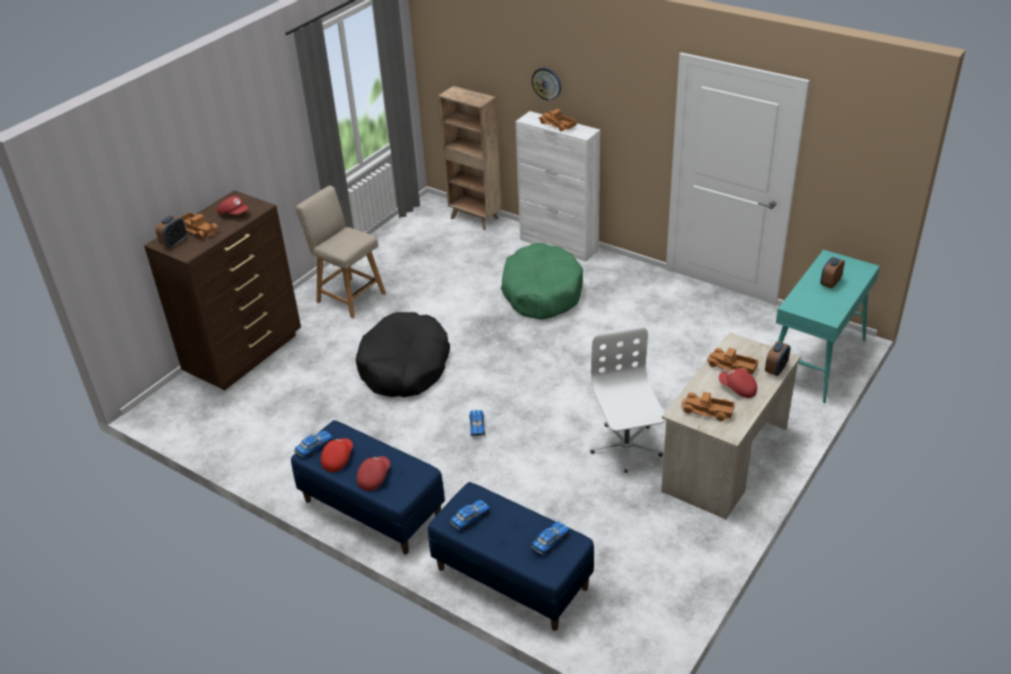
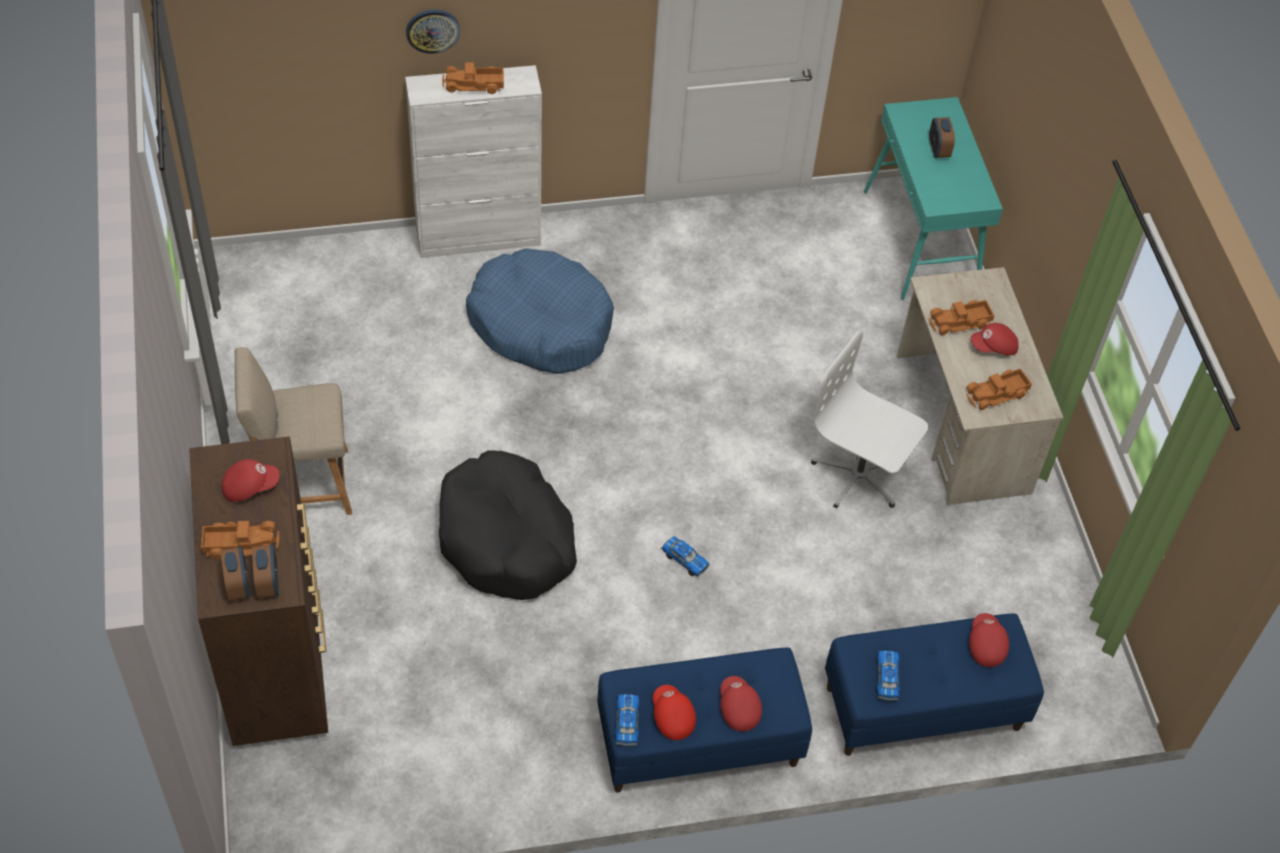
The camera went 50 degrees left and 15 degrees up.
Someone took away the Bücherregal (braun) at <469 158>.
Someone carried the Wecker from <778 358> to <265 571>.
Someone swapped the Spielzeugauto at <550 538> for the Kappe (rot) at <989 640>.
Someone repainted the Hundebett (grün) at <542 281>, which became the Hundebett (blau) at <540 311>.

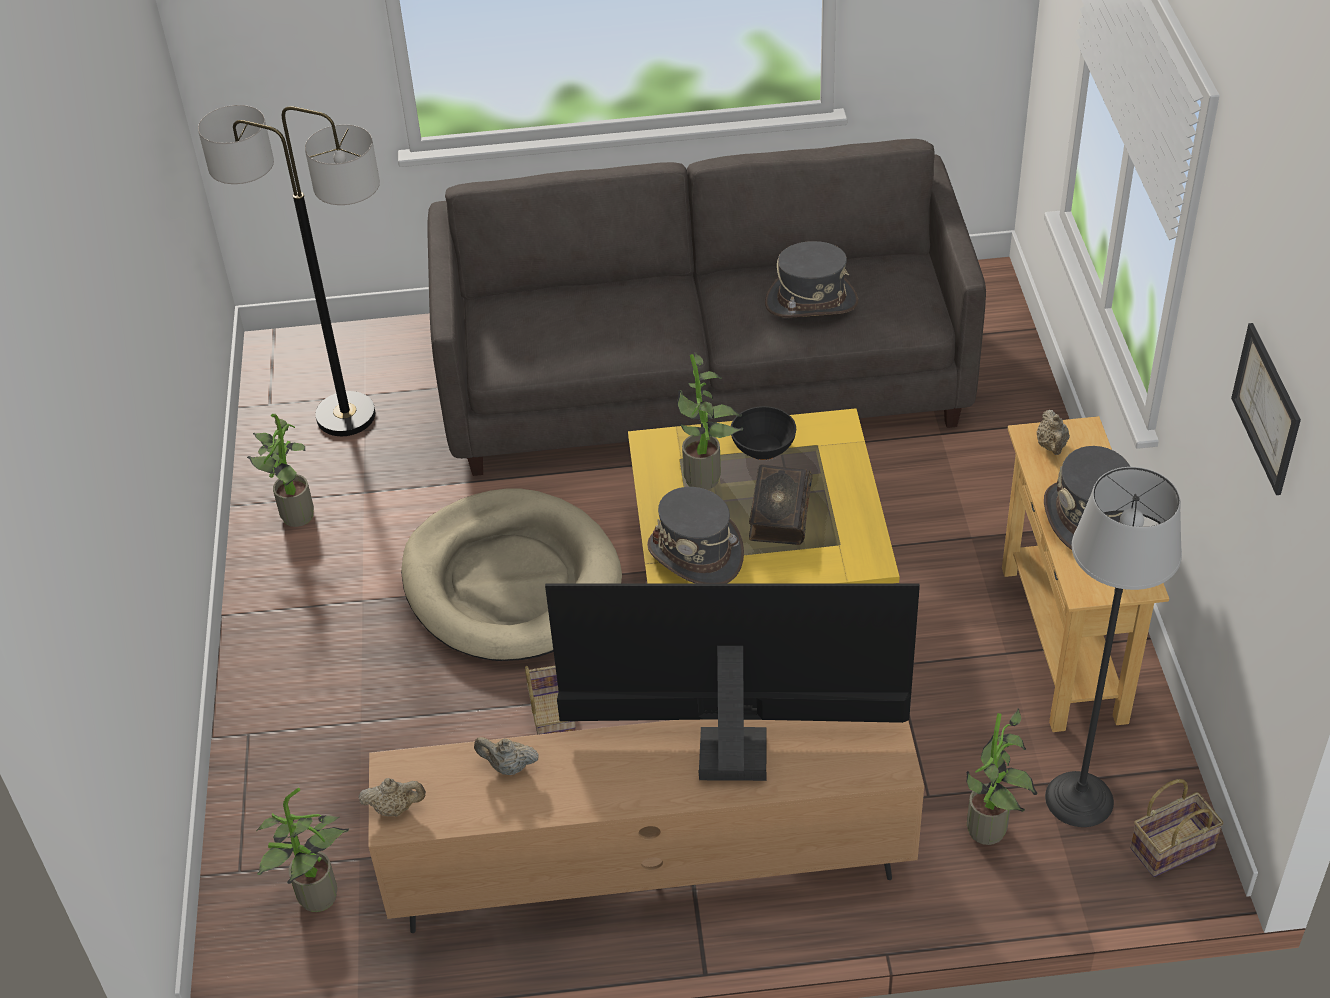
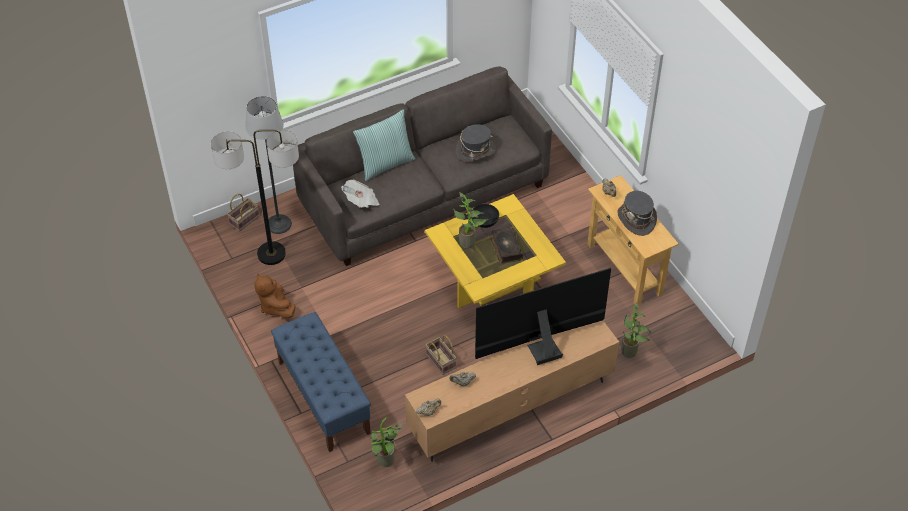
The camera went 25 degrees left and 5 degrees up.
Someone took away the Hundebett (beige) at <511 574>.
Someone took away the Hut (grau) at <695 535>.
Someone took away the Bild at <1266 409>.
Someone put down the Bank (blau) at <321 382>.
Someone put down the Zeitung at <360 194>.
Someone put down the Kissen at <384 145>.
Someone carried the Stehlampe from <1113 647> to <268 165>.
Someone carried the Korb from <1176 828> to <243 213>.
Someone swapped the Topfpflanze at <280 470> for the Plüschtier (braun) at <274 295>.

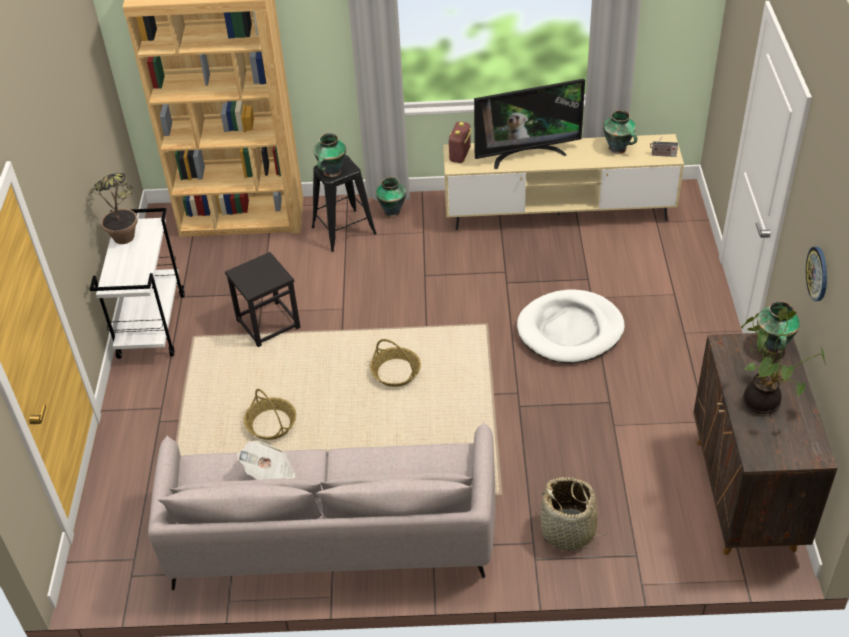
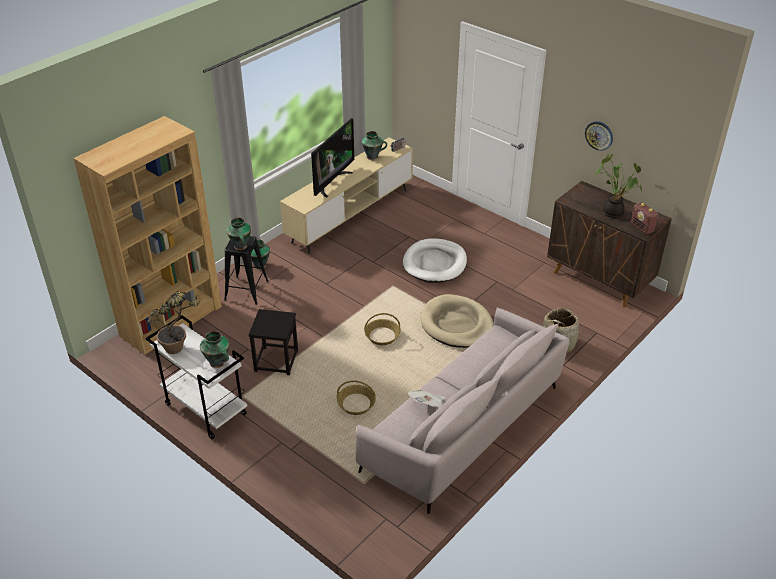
The camera went 50 degrees left and 5 degrees down.
Someone put down the Hundebett (beige) at <457 321>.
Someone carried the Radio from <460 142> to <644 218>.
Someone carried the Vase from <778 327> to <214 349>.

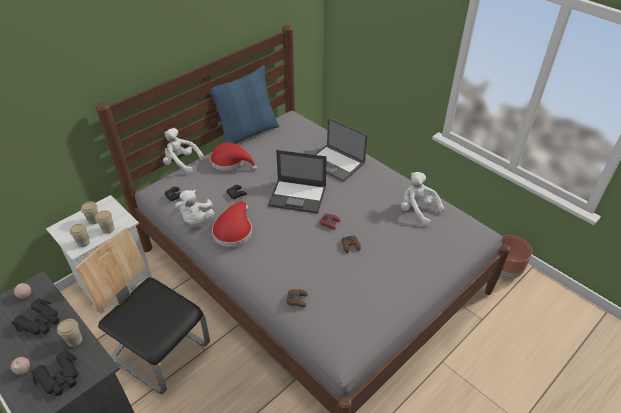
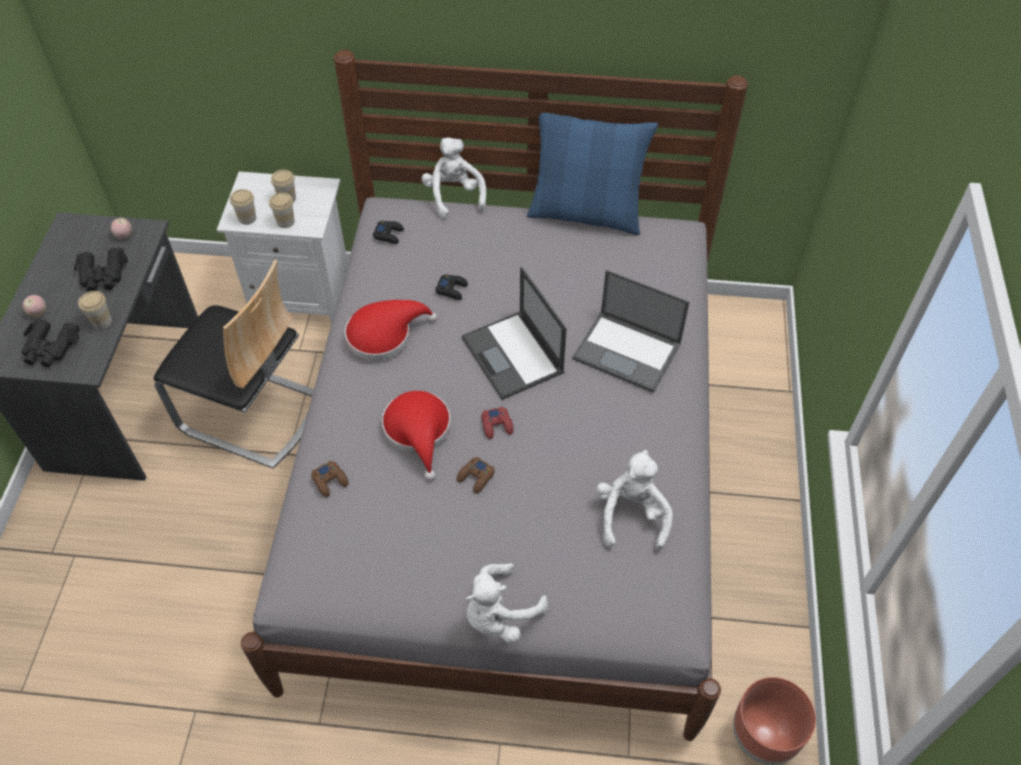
The camera went 50 degrees right and 10 degrees up.
Someone carried the Plüschtier (weiß) from <194 207> to <507 603>.
Someone carried the Hut (rot) from <233 157> to <416 436>.
Someone rotated the Stuhl at <142 310> by 120 degrees clockwise.
Someone rotated the Laptop at <340 150> by 60 degrees counterclockwise.

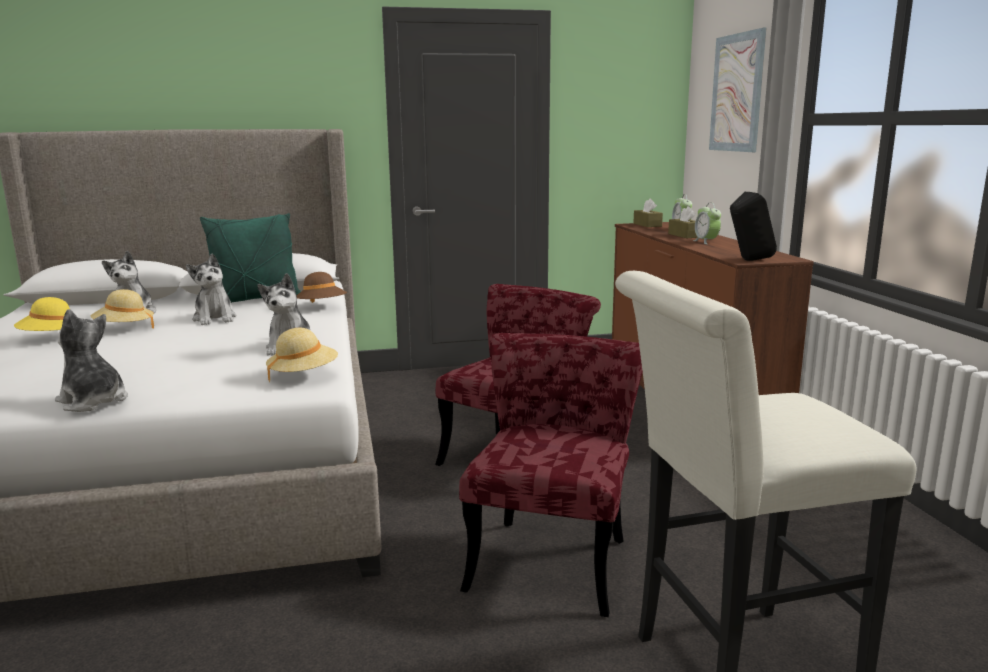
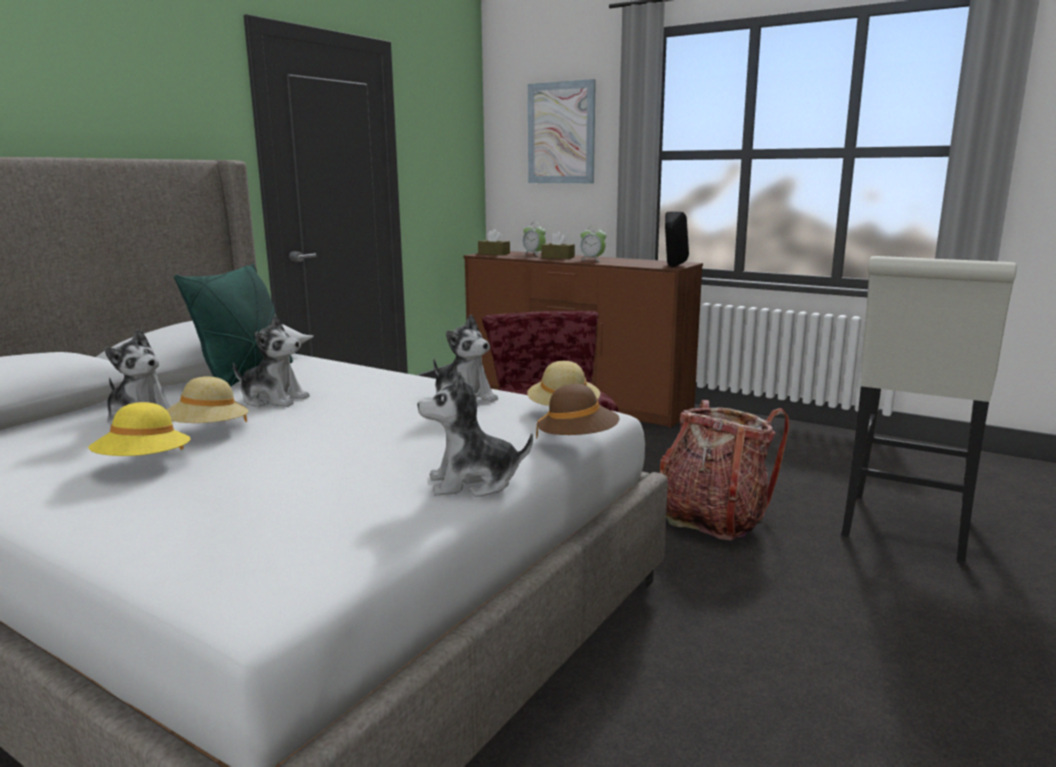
The camera went 45 degrees left and 0 degrees up.
Someone carried the Hut (braun) from <322 287> to <578 411>.
Someone swapped the Stuhl (rot) at <550 475> for the Rucksack at <724 470>.

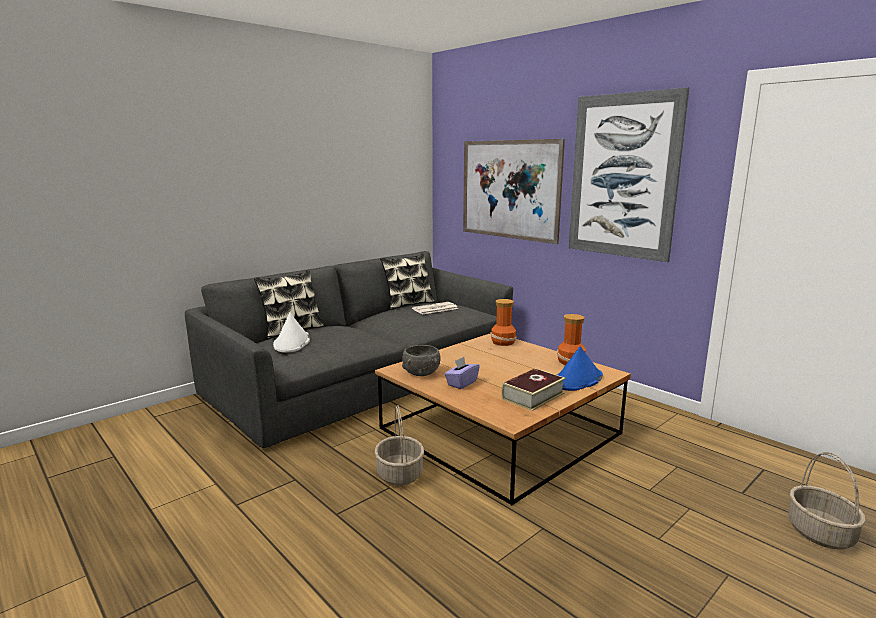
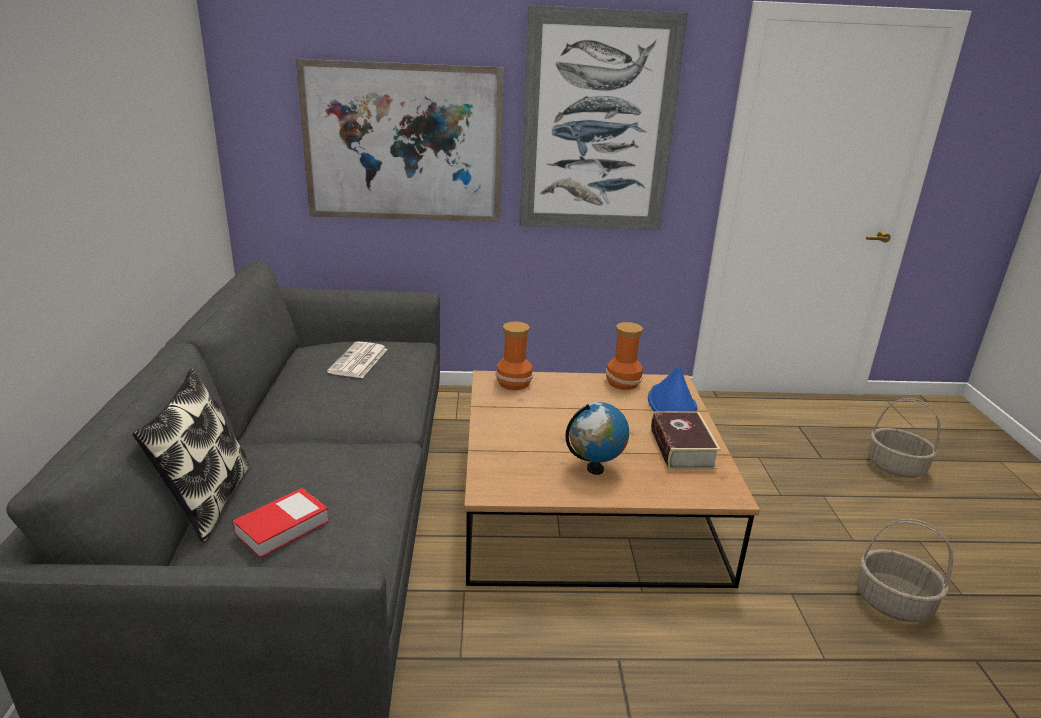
The camera went 50 degrees left and 10 degrees up.
Someone took away the Kissen at <407 281>.
Someone took away the Schüssel (grau) at <421 360>.
Someone carried the Korb from <399 445> to <905 570>.
Someone swapped the Hut (weiß) at <291 332> for the Buch at <280 523>.
Someone swapped the Taschentuchbox (lila) at <462 373> for the Globus at <597 438>.

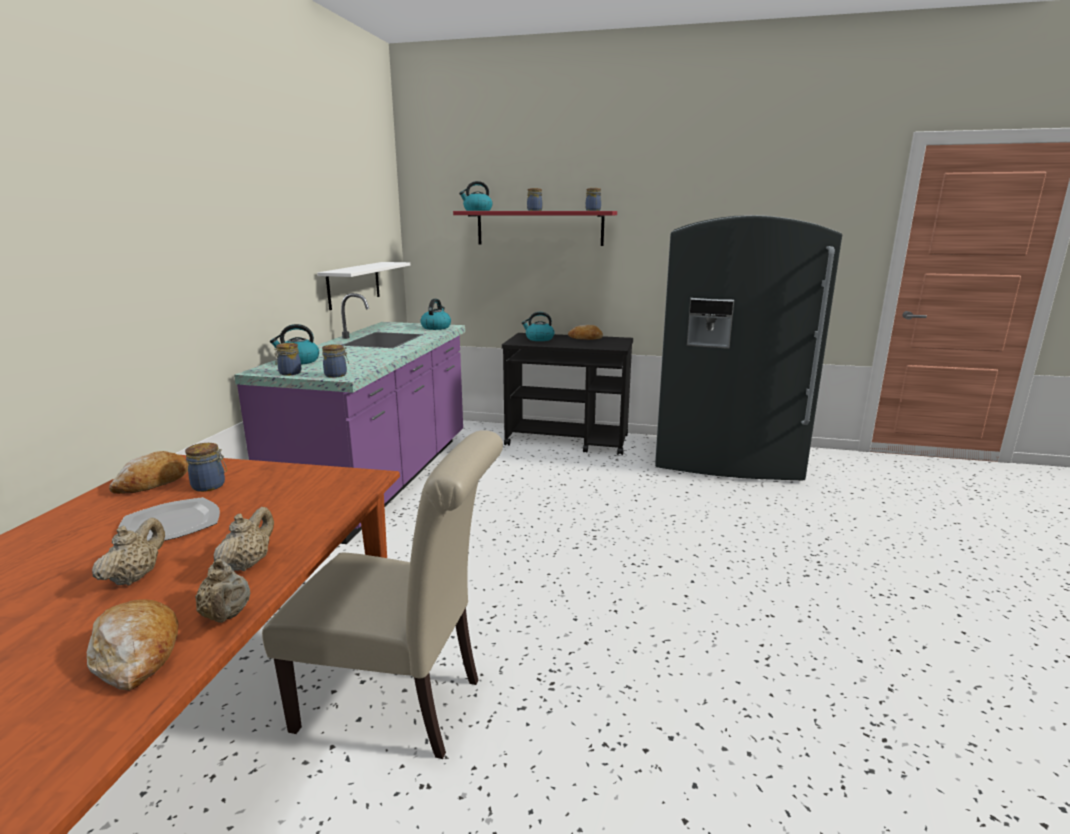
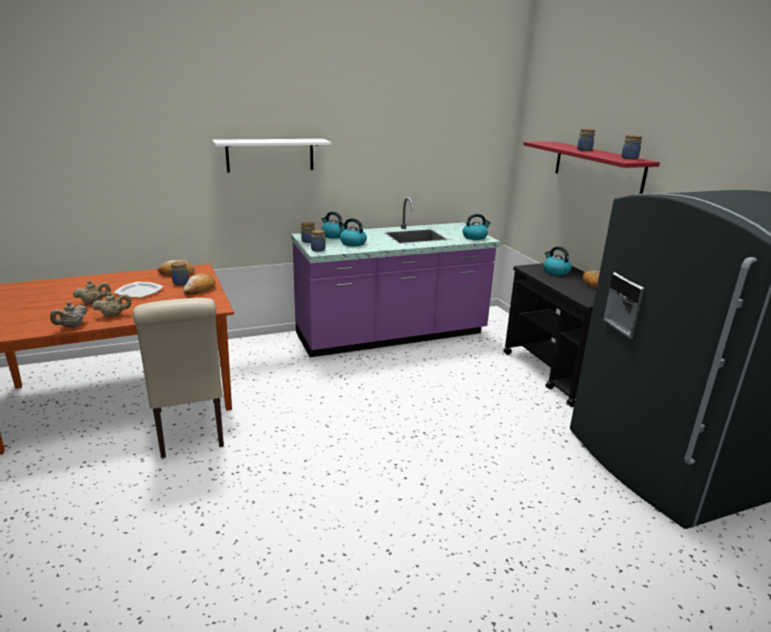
The camera went 55 degrees right and 5 degrees up.
Someone carried the Brot from <132 645> to <199 284>.
Someone carried the Wandregal (weiß) from <363 286> to <271 155>.
Someone carried the Wasserkessel from <476 196> to <353 232>.

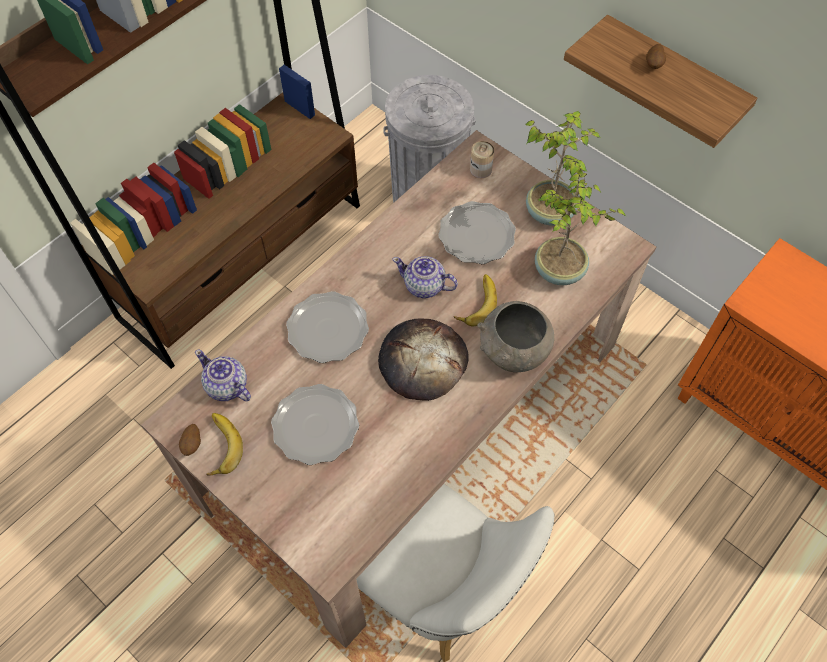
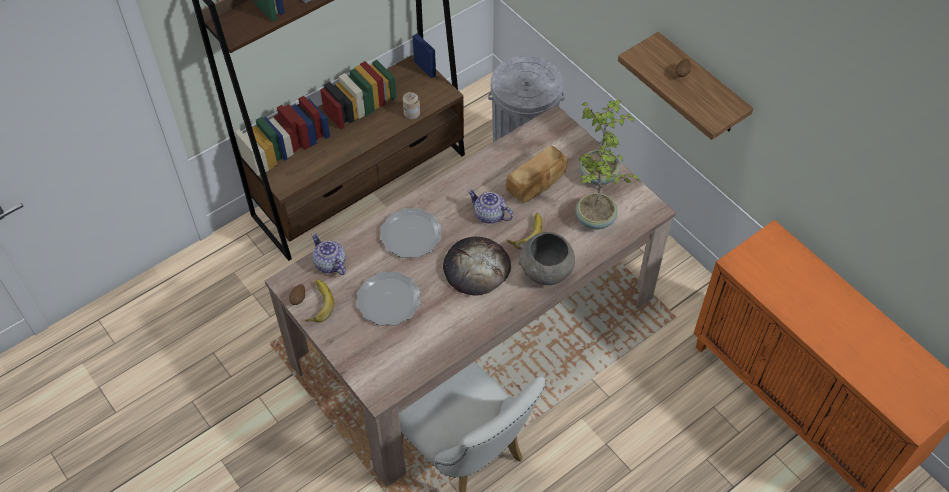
The camera went 10 degrees right and 5 degrees down.
Someone carried the Dose from <482 159> to <411 105>.
Someone swapped the Teller at <477 232> for the Brot at <536 174>.

